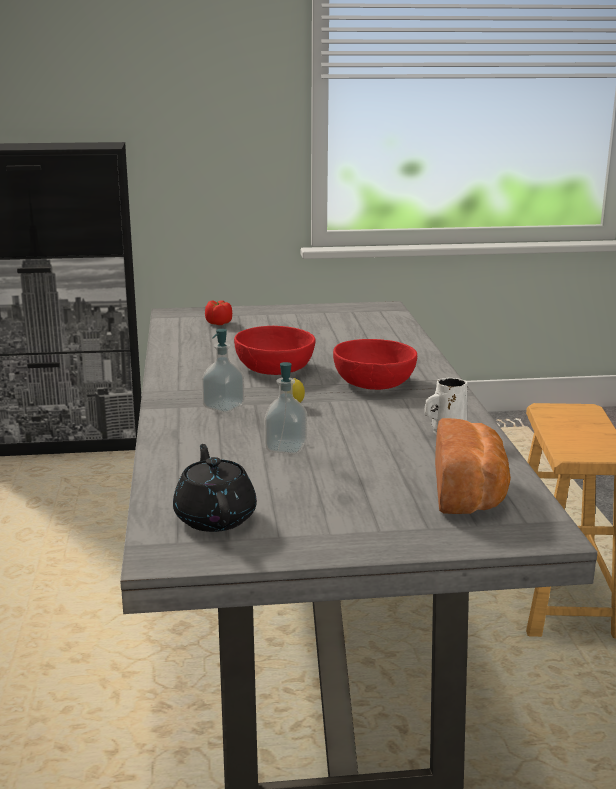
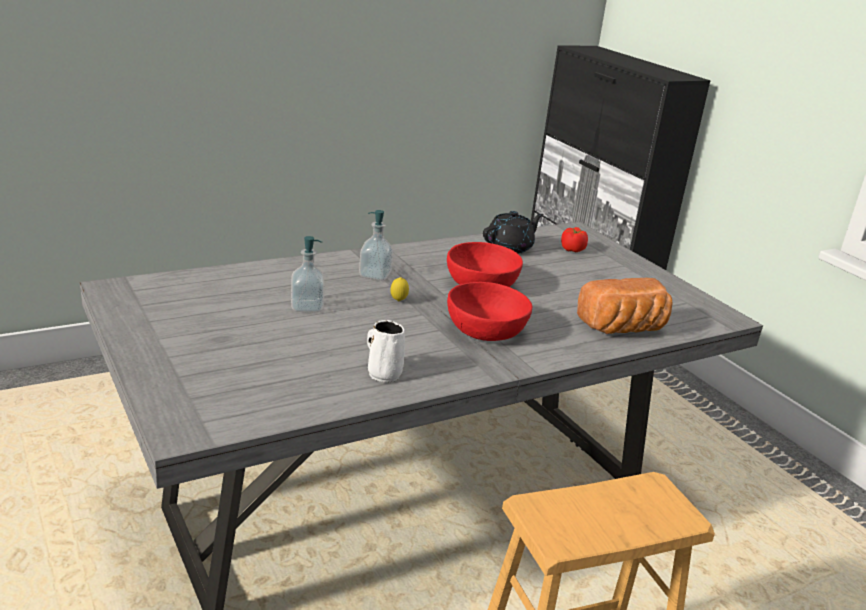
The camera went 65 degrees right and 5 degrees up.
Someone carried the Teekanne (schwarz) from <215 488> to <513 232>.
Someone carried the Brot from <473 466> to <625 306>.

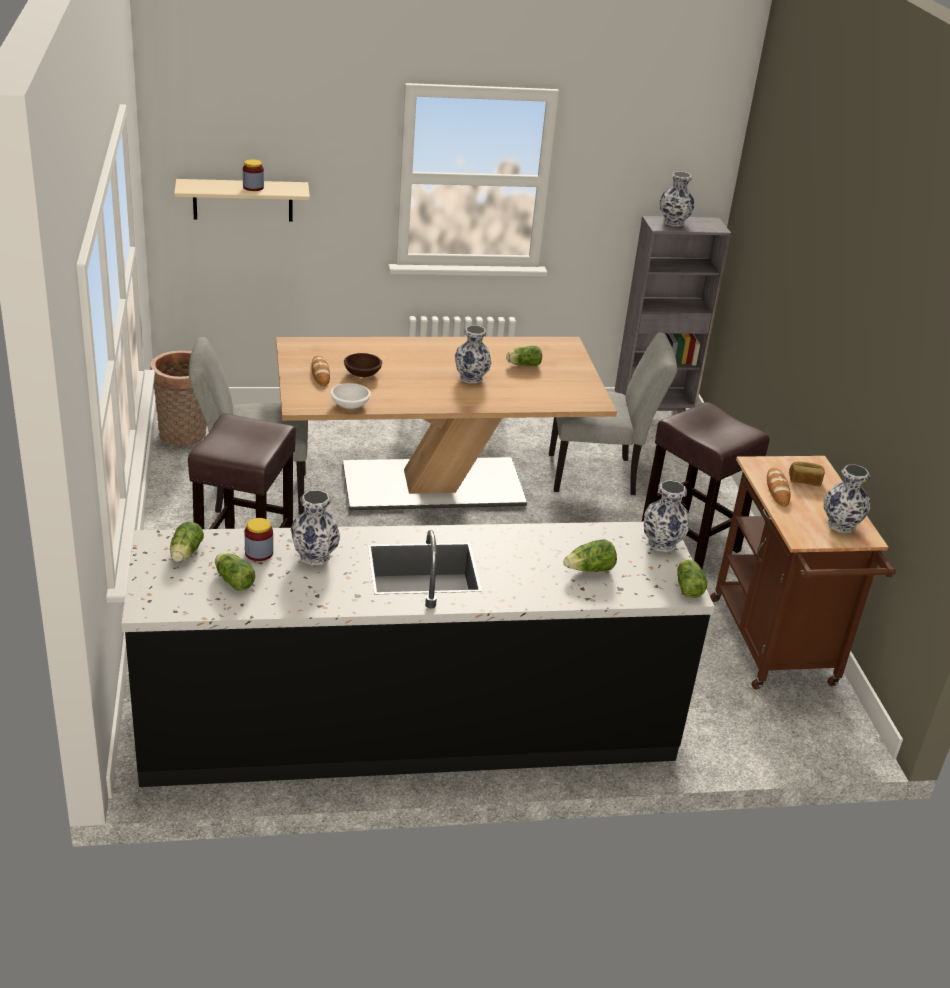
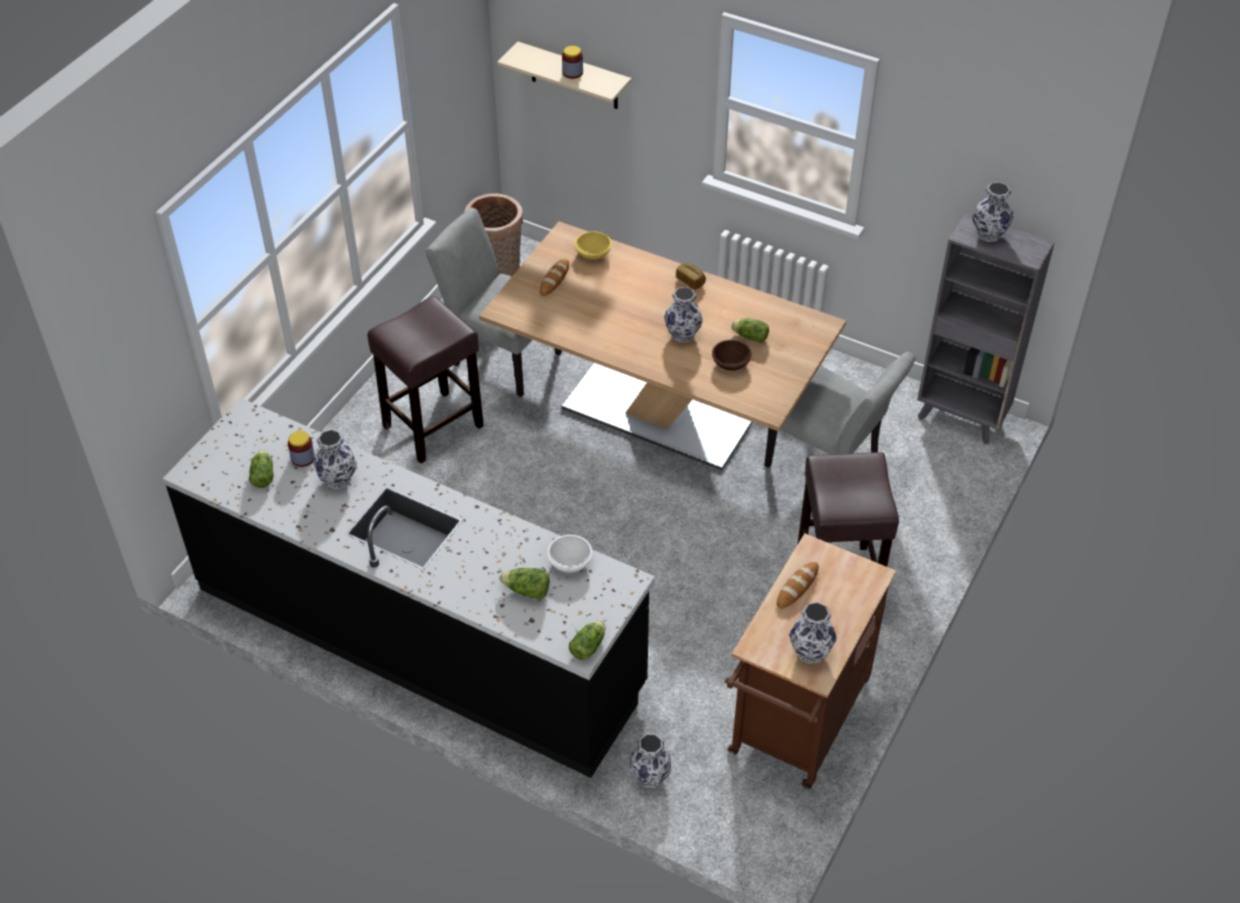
The camera went 40 degrees right and 15 degrees up.
Someone took away the Salatkopf at <187 542>.
Someone put down the Schüssel (gelb) at <593 245>.
Someone carried the Schüssel (weiß) from <351 396> to <570 554>.
Someone carried the Schüssel (braun) from <363 365> to <732 355>.
Someone carried the Vase from <666 516> to <650 761>.
Someone carried the Brot from <807 474> to <691 276>.

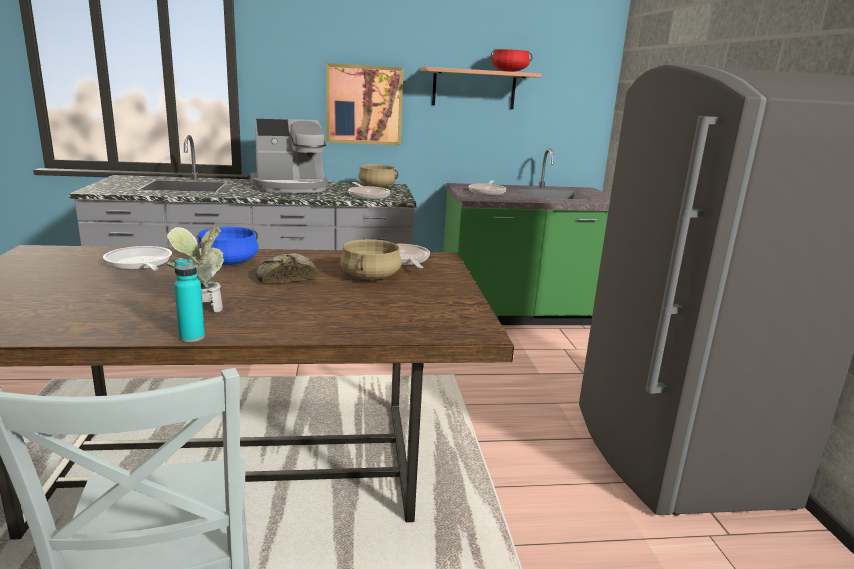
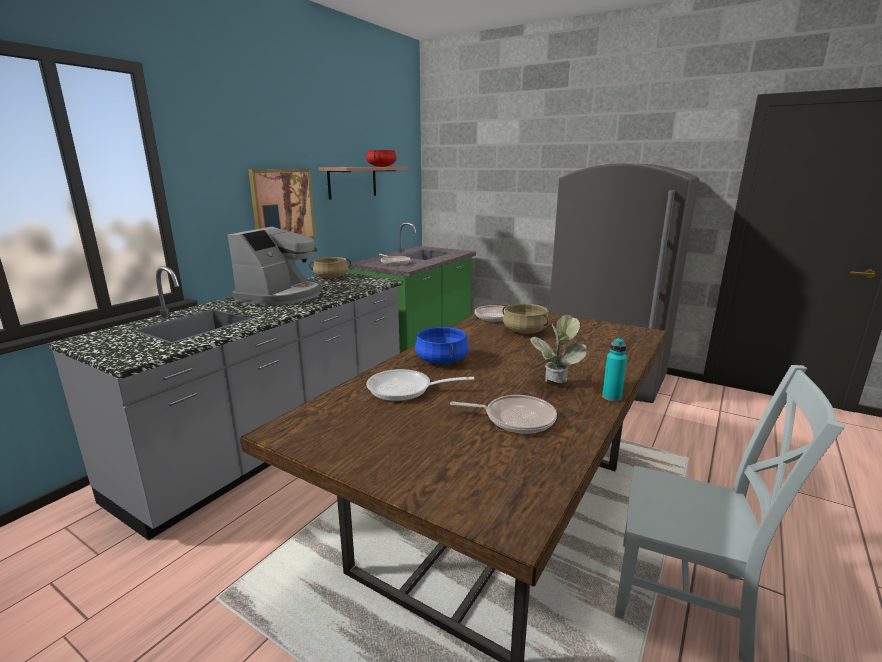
The camera went 50 degrees left and 0 degrees up.
Someone took away the Brot at <287 268>.
Someone carried the Pfanne from <369 190> to <503 414>.

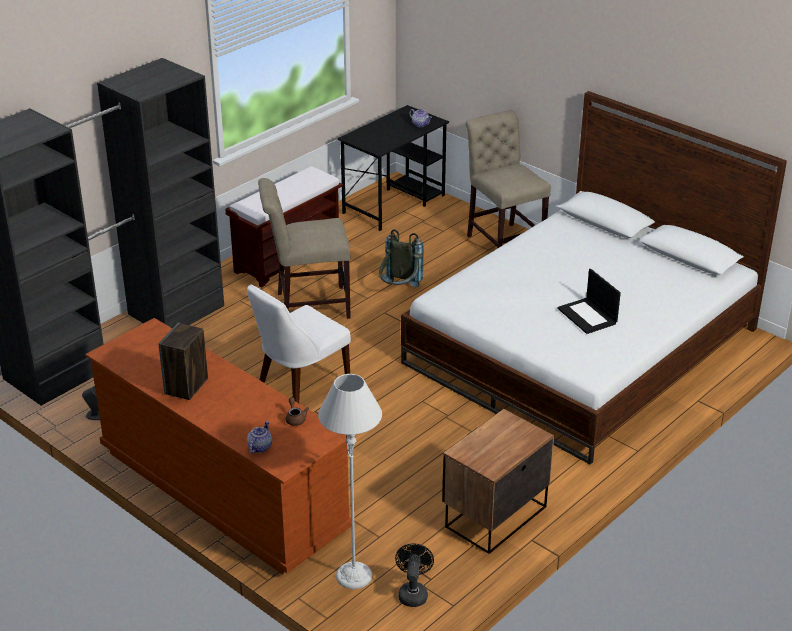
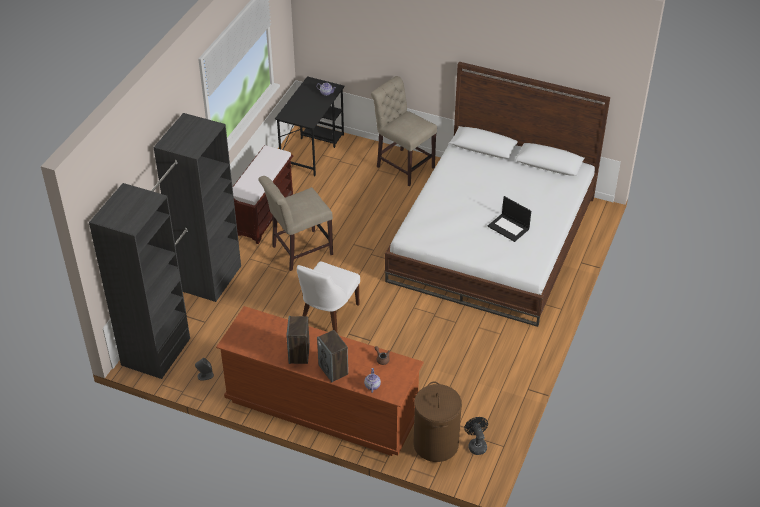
The camera went 20 degrees left and 10 degrees up.
Someone took away the Rucksack (grau) at <401 258>.
Someone took away the Nachttisch at <498 481>.
Someone put down the Lautsprecher at <332 356>.
Someone swapped the Stehlampe (grau) at <350 481> for the Wäschekorb (braun) at <438 422>.

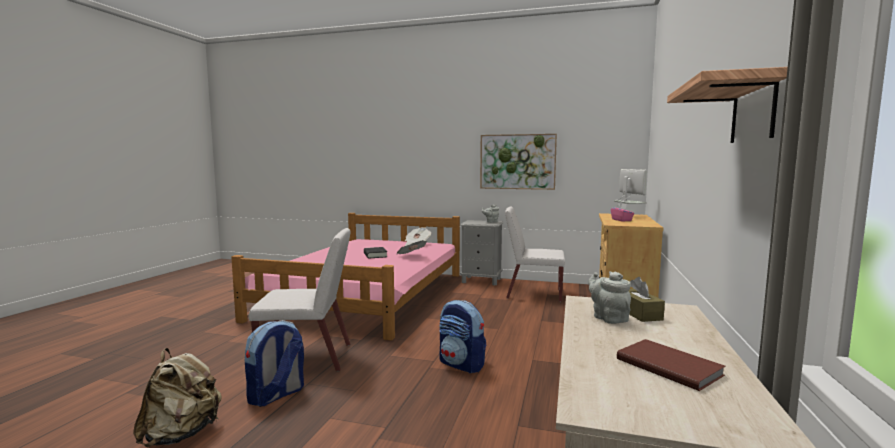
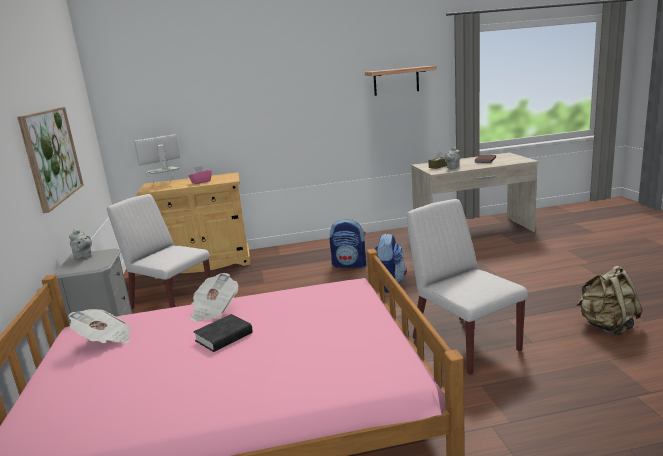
The camera went 115 degrees left and 10 degrees up.
Someone carried the Rucksack from <274 363> to <348 243>.
Someone rotated the Stuhl (weiß) at <535 254> by 135 degrees clockwise.

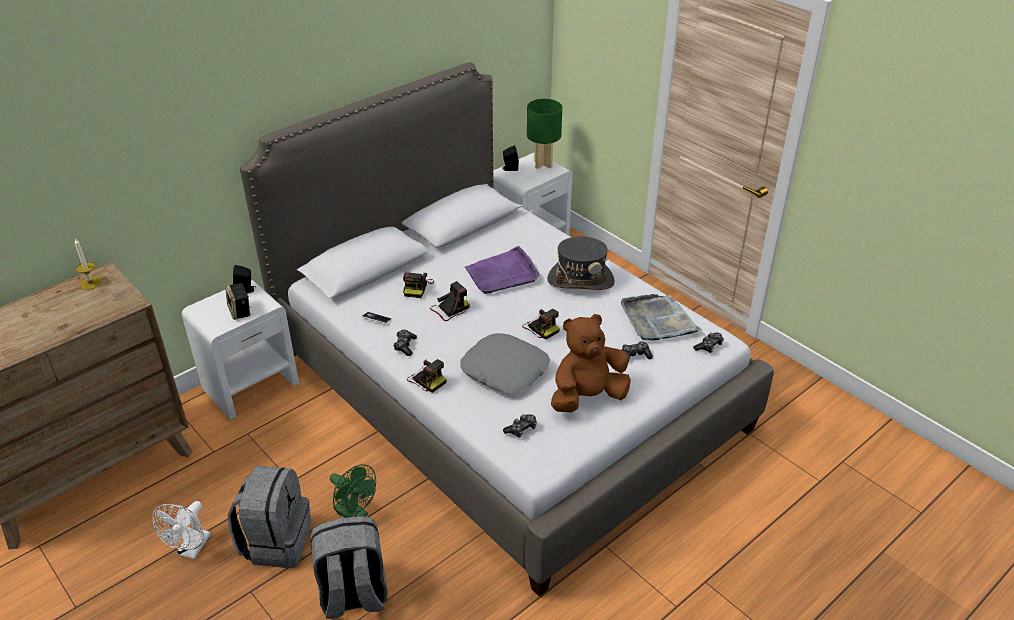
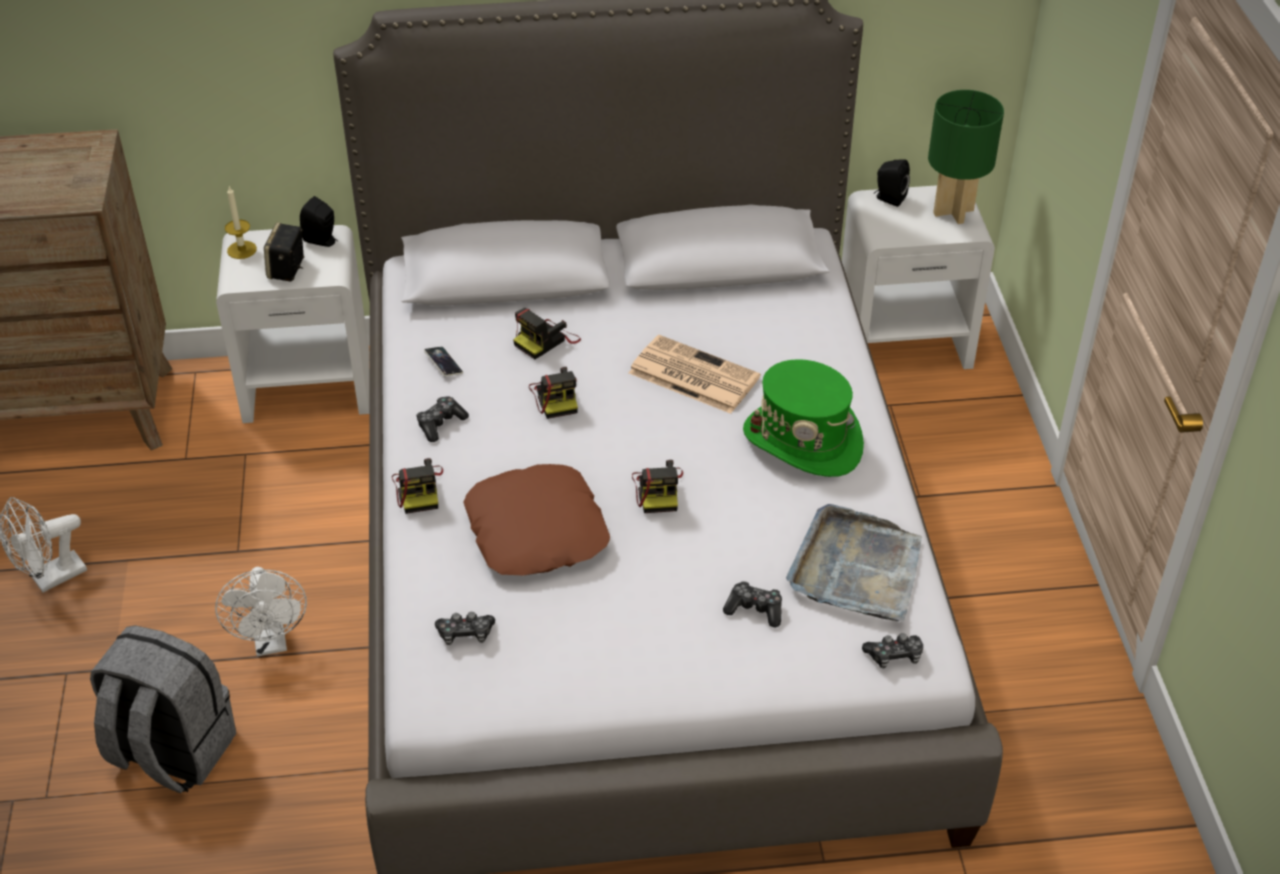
The camera went 35 degrees right and 5 degrees up.
Someone took away the Rucksack (grau) at <269 517>.
Someone took away the Plüschtier (braun) at <591 363>.
Someone carried the Kerze from <88 264> to <241 222>.
Someone swapped the Tablett (lila) at <502 270> for the Zeitung at <695 374>.
Someone repainted the Ventilator (grün) at <353 490>, which became the Ventilator (weiß) at <261 612>.
Someone repainted the Kissen (grau) at <505 363>, which became the Kissen (braun) at <536 519>.
Someone repainted the Hut (grau) at <581 263>, which became the Hut (grün) at <803 418>.
Someone rotated the Kamera at <450 301> by 75 degrees clockwise.

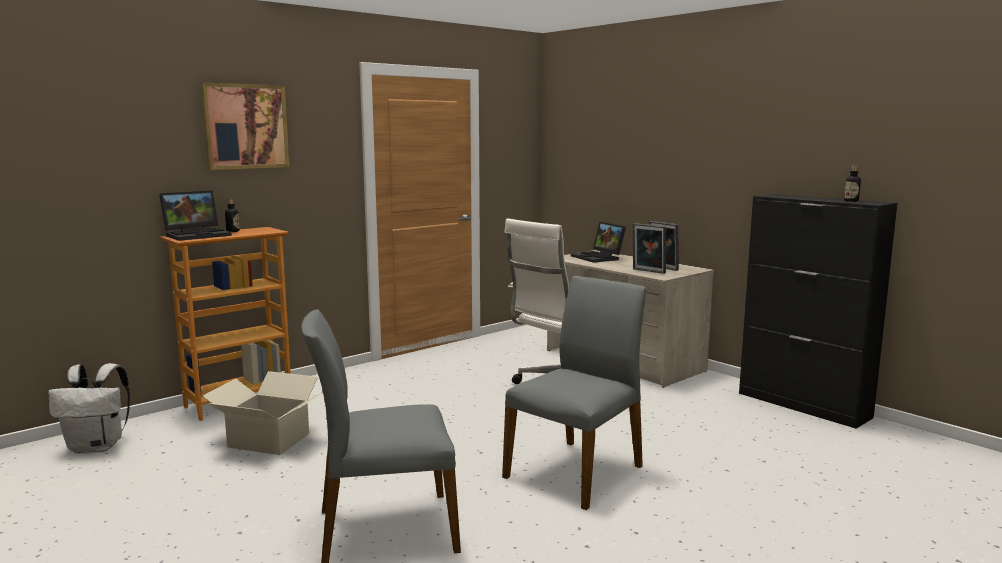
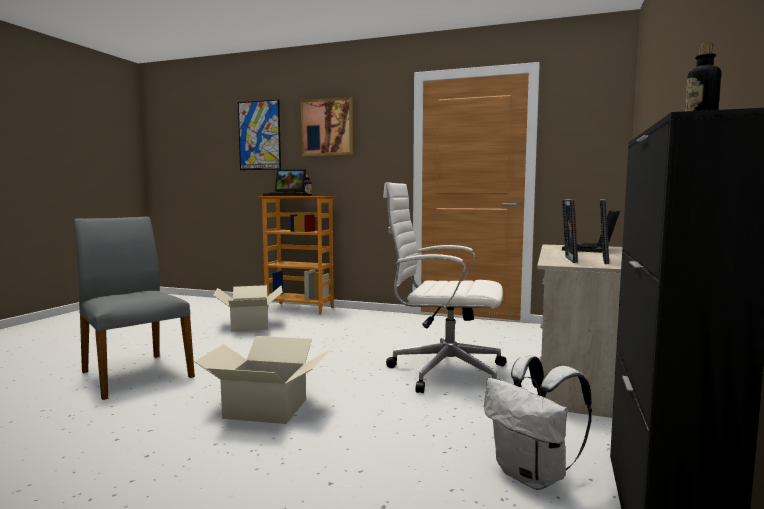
The camera went 60 degrees right and 5 degrees down.
Someone put up the Bild at <259 135>.
Someone carried the Rucksack (weiß) from <89 408> to <538 422>.
Someone swapped the Stuhl (grau) at <574 393> for the Karton at <262 380>.

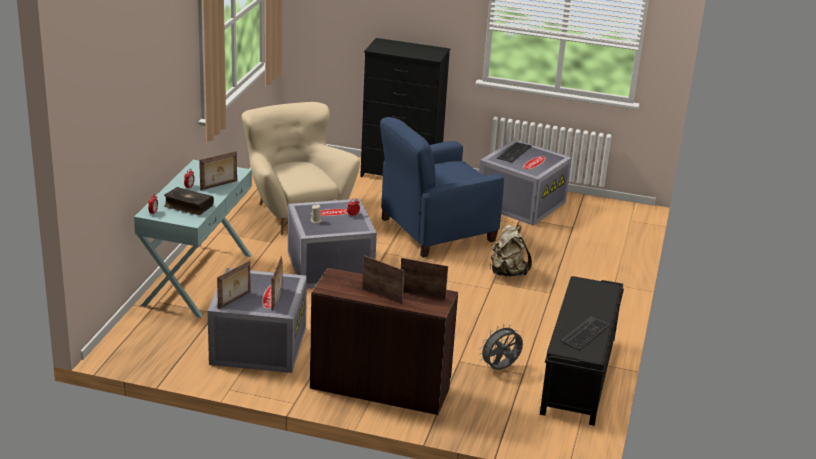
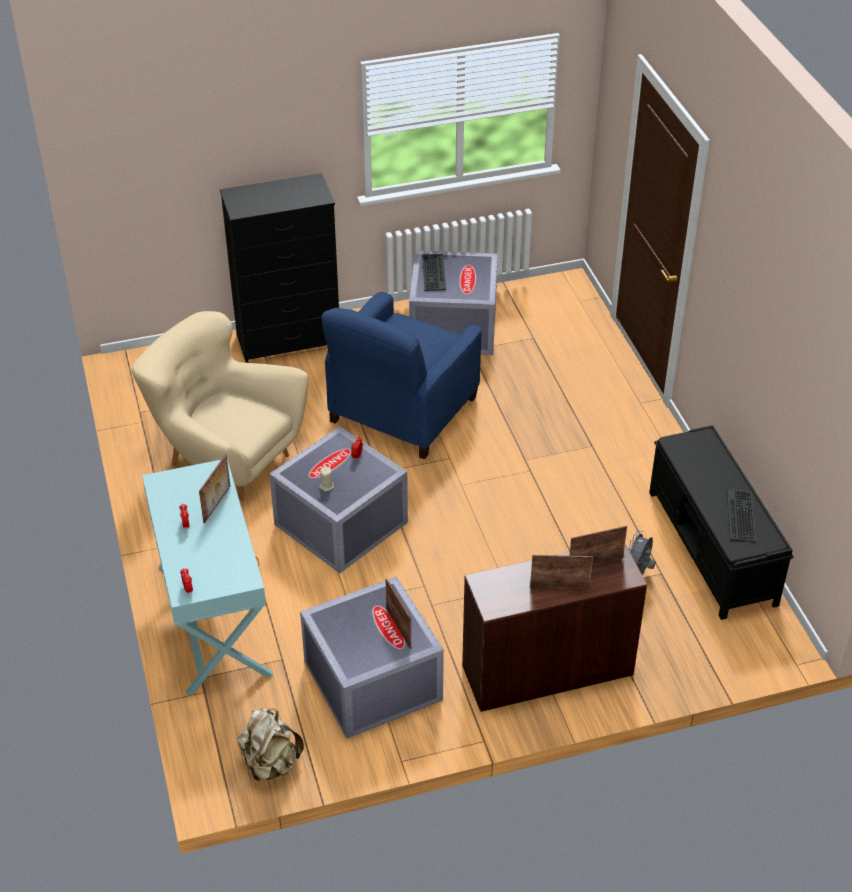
The camera went 30 degrees left and 15 degrees up.
Someone took away the Buch at <189 201>.
Someone took away the Bilderrahmen at <234 284>.
Someone carried the Rucksack (beige) from <511 250> to <270 744>.

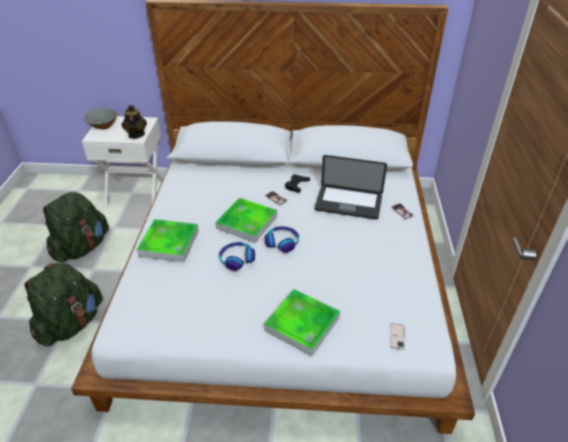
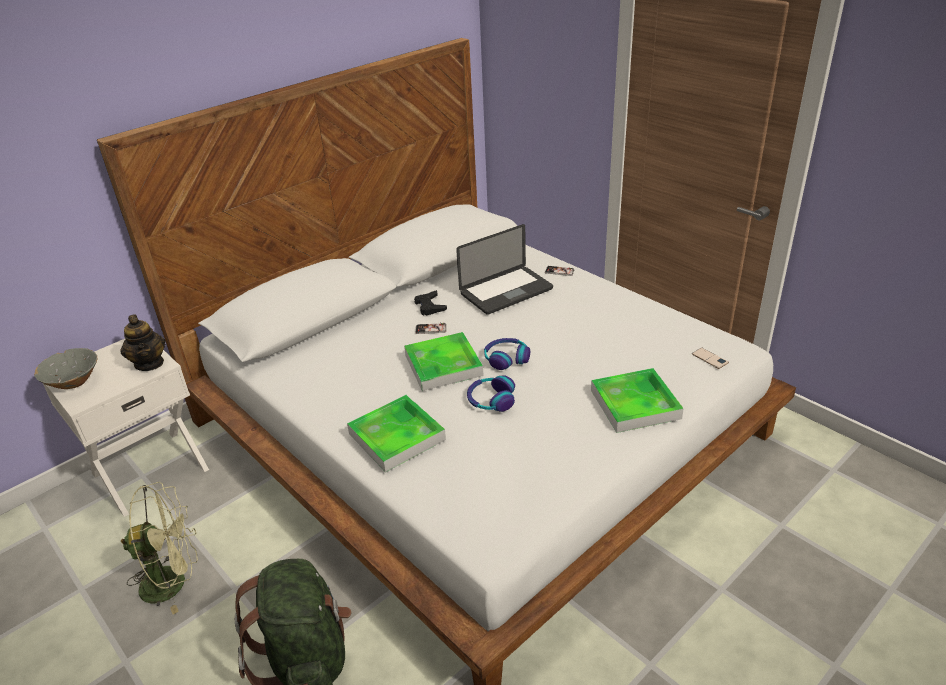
The camera went 45 degrees left and 5 degrees down.
Someone swapped the Rucksack (grün) at <76 227> for the Ventilator (grün) at <159 548>.
Someone rotated the Teekanne at <134 122> by 150 degrees counterclockwise.

